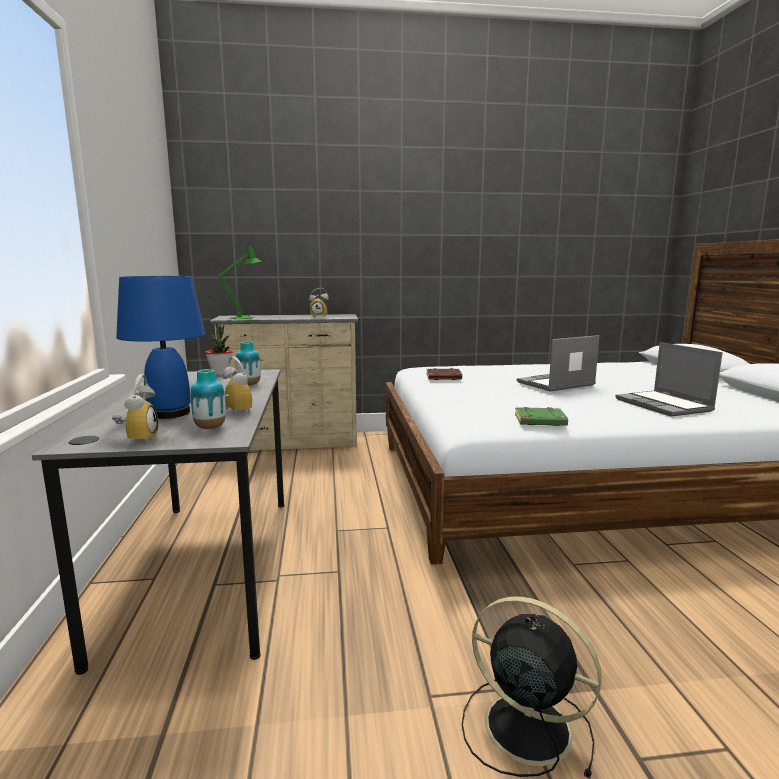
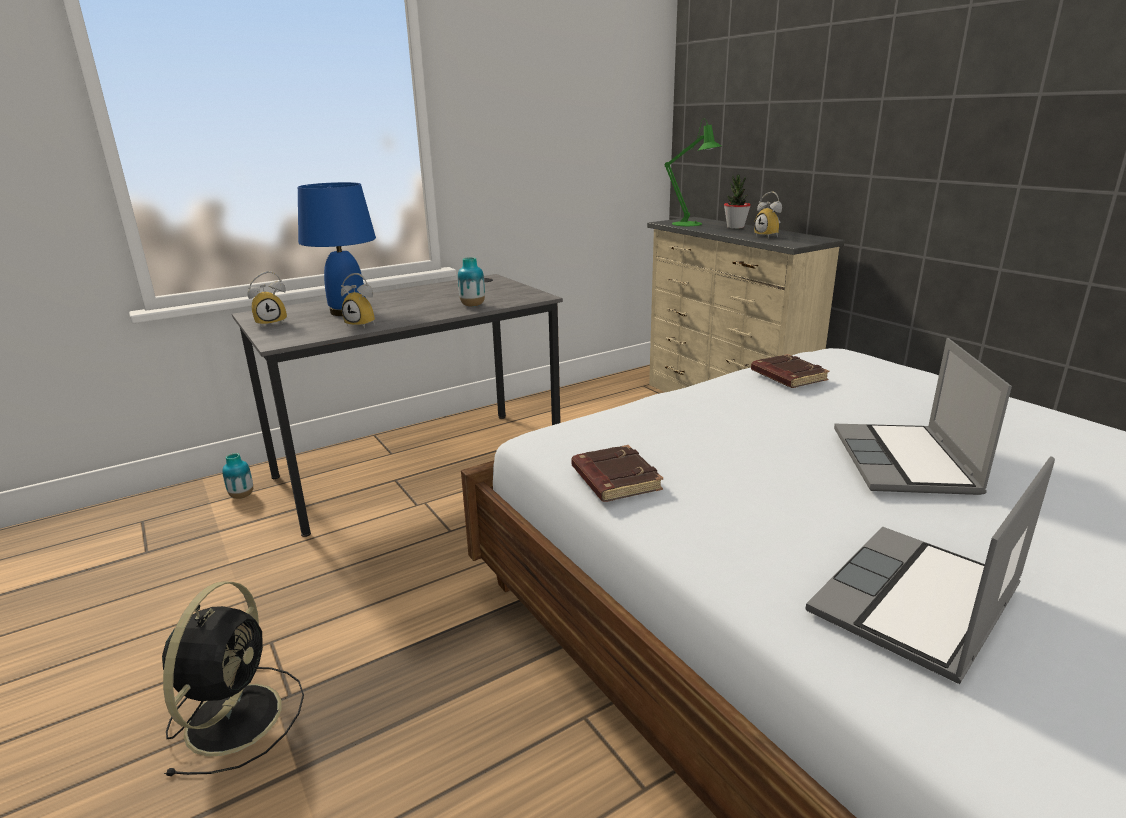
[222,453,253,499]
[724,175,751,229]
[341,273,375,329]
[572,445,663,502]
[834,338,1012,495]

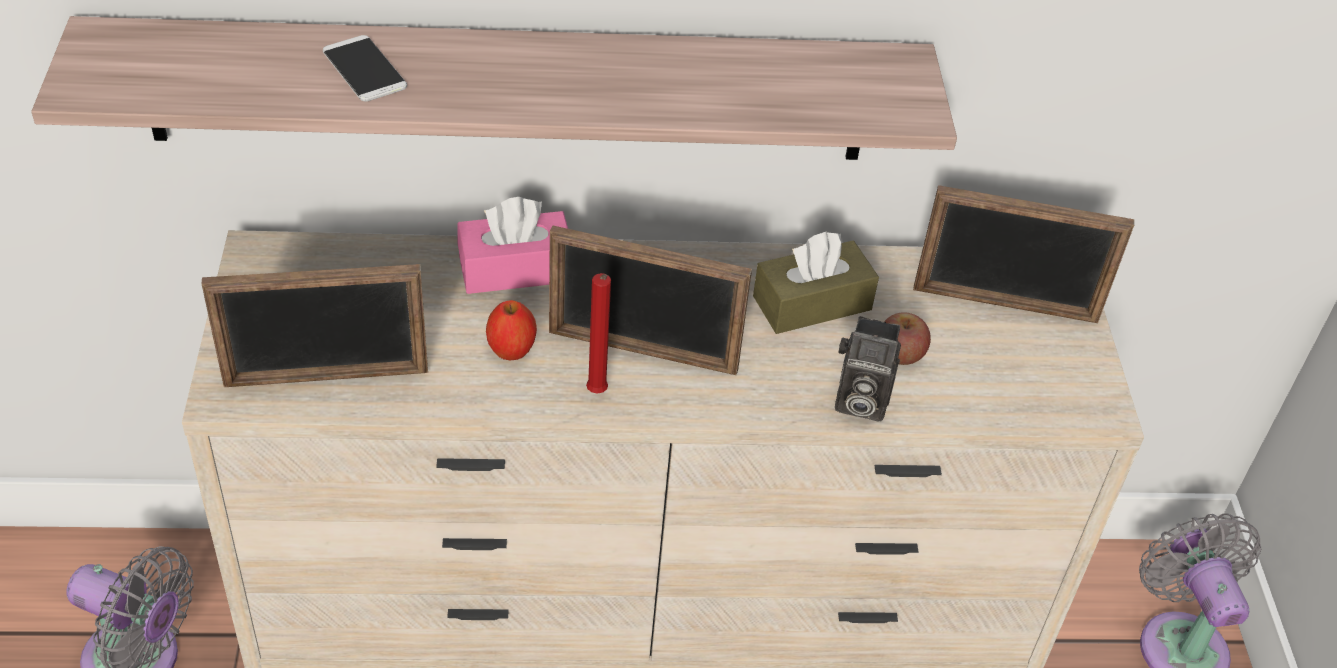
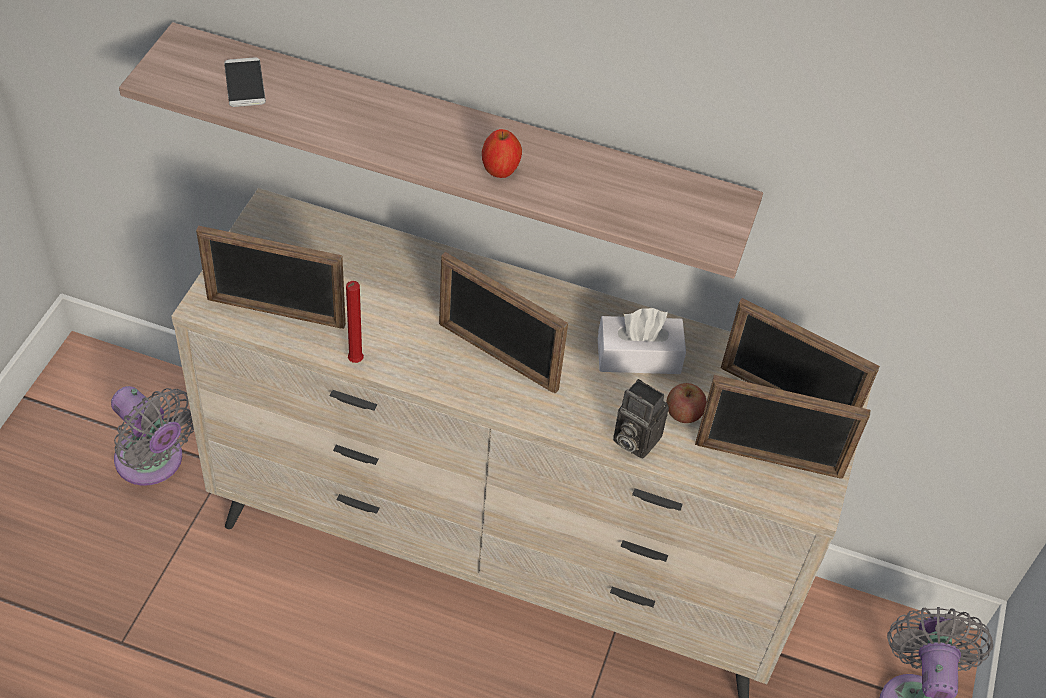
[224,57,266,107]
[458,197,568,294] (first image)
[482,129,522,178]
[346,281,364,363]
[598,308,686,374]
[695,375,871,479]

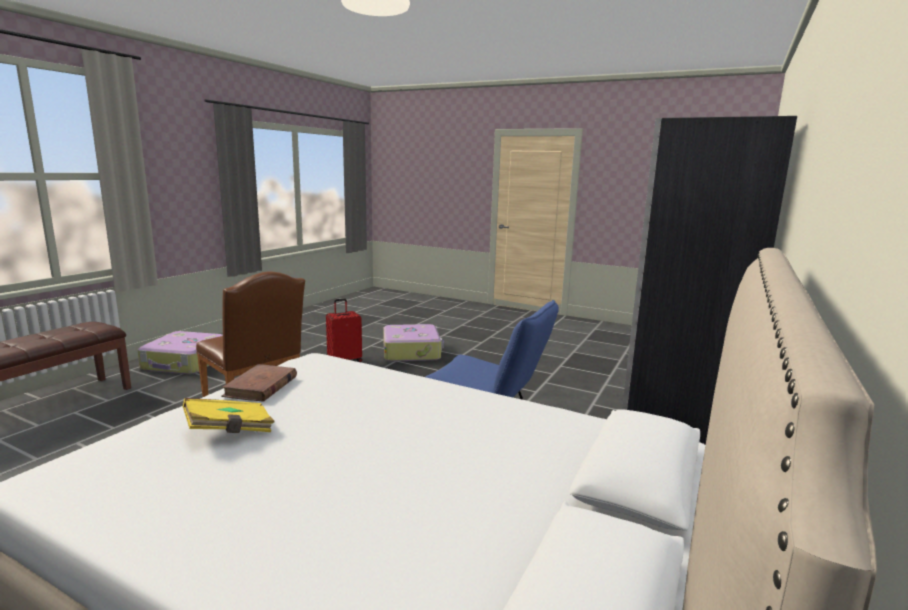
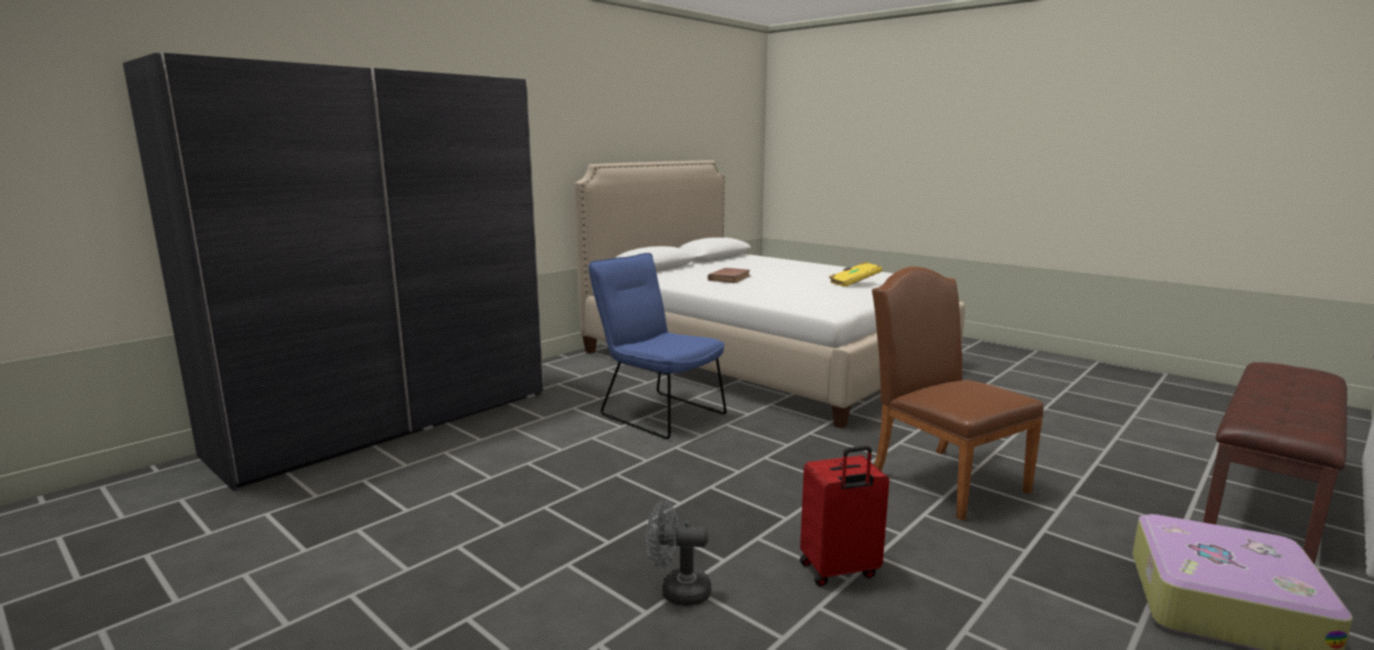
[708,268,751,283]
[646,501,711,606]

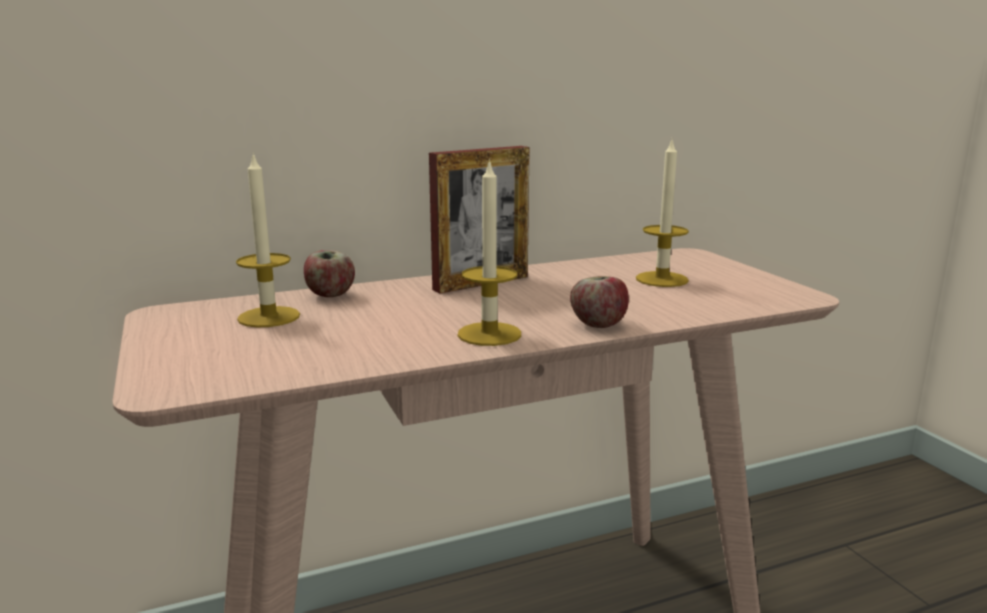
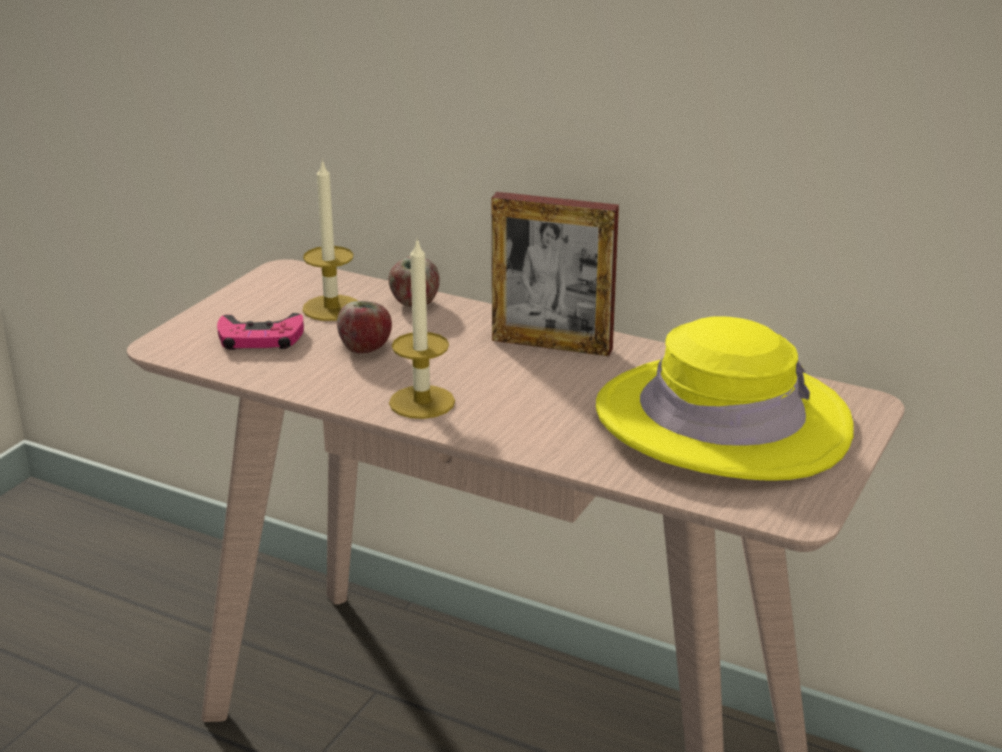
[337,301,392,354]
[596,316,854,481]
[217,313,304,350]

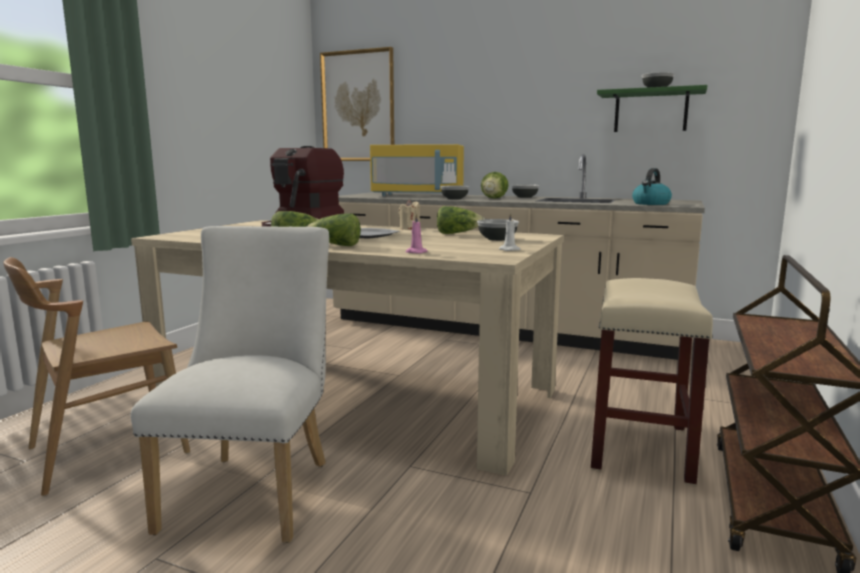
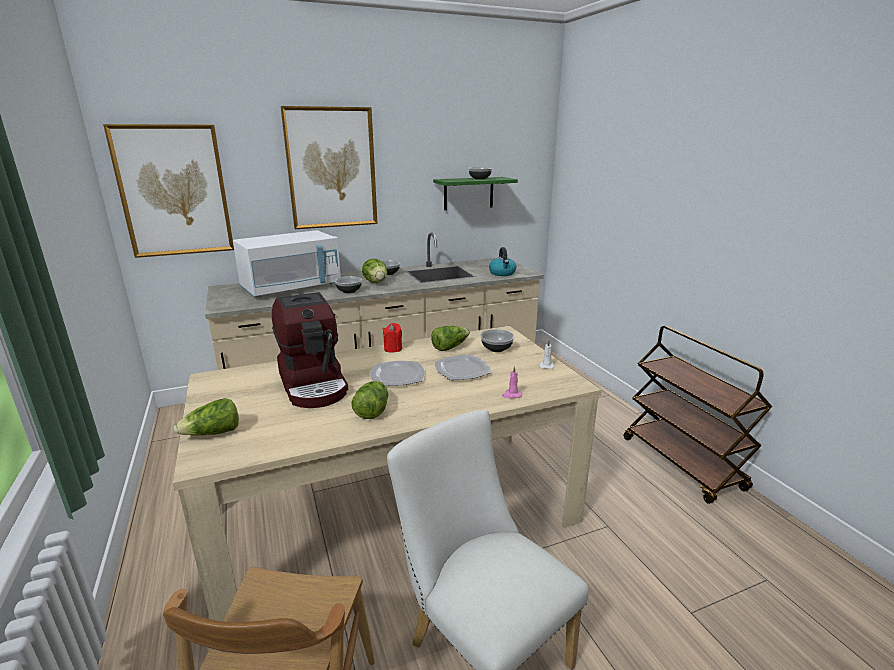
[173,398,239,436]
[233,230,341,297]
[383,323,402,353]
[591,278,713,486] (first image)
[281,106,378,229]
[434,355,492,380]

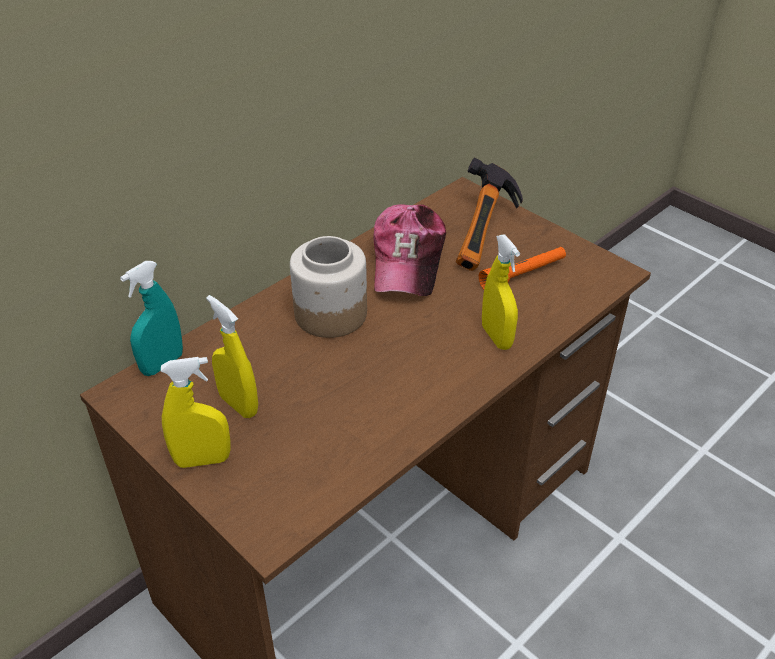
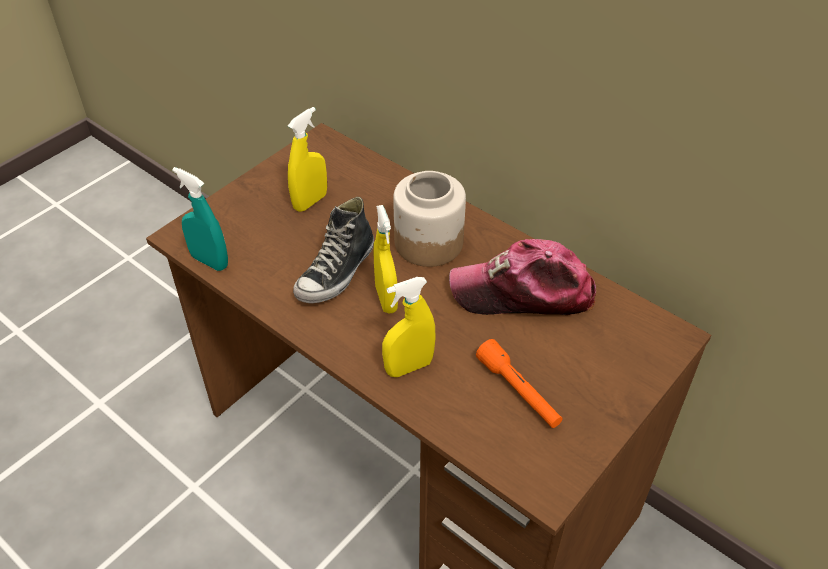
[172,167,228,271]
[374,205,398,314]
[456,157,523,271] (first image)
[293,197,374,304]

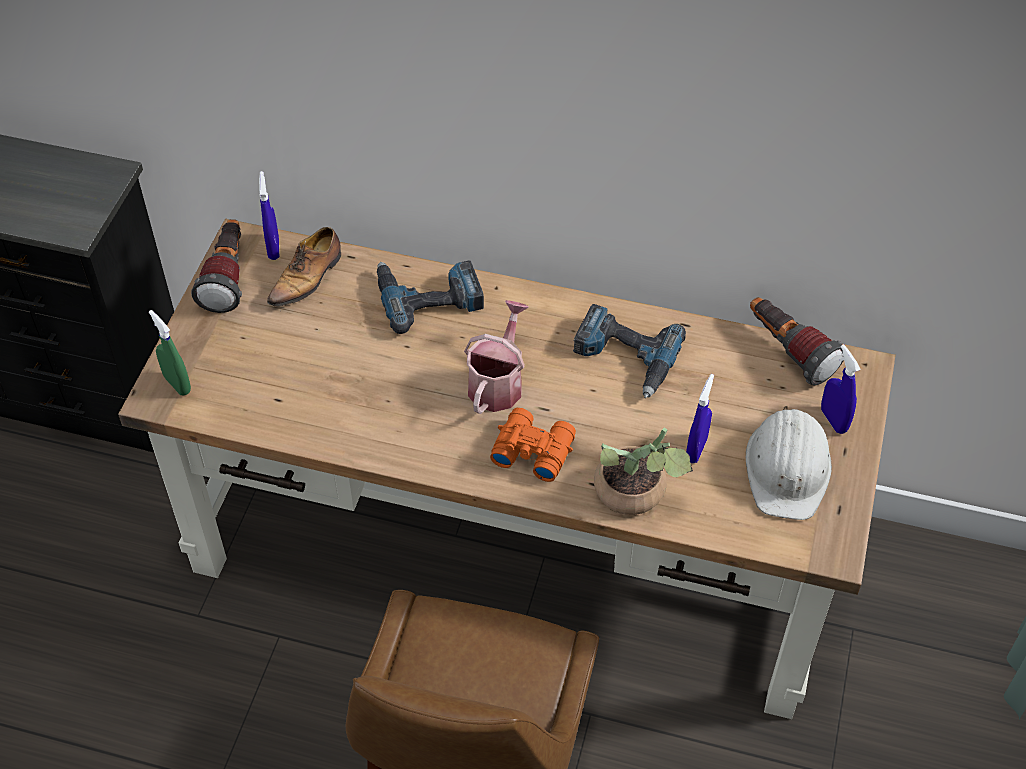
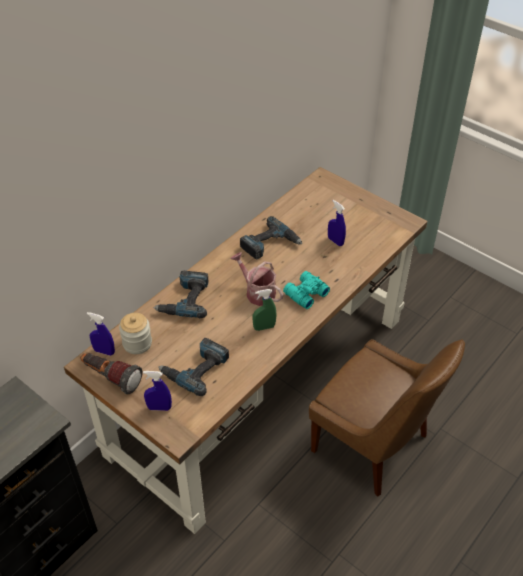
[252,289,277,331]
[119,313,152,354]
[283,271,330,309]
[594,427,693,515] (first image)
[746,406,832,520] (first image)
[750,297,844,386] (first image)
[143,371,172,411]
[158,338,229,396]

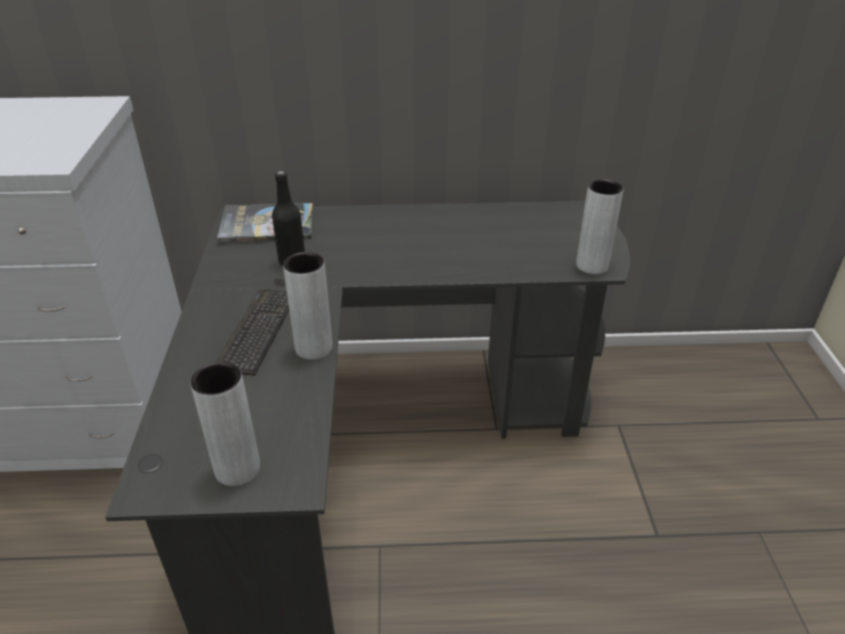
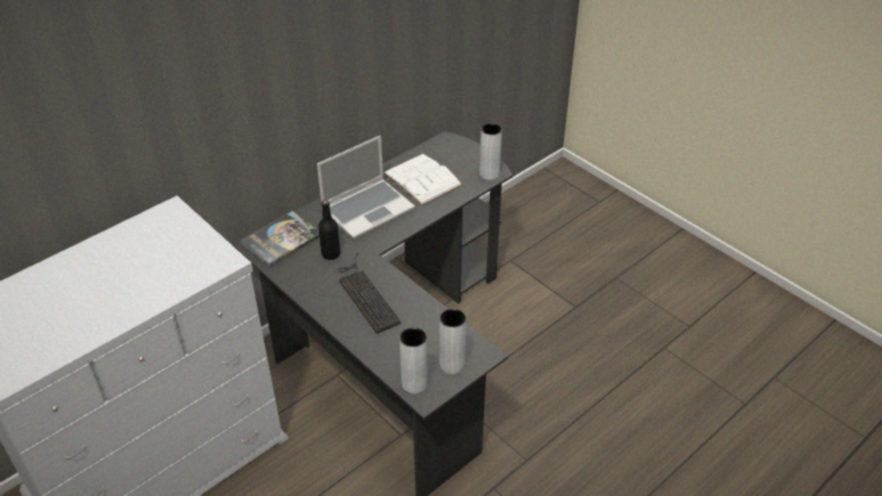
[400,327,428,394]
[317,135,415,239]
[383,154,463,206]

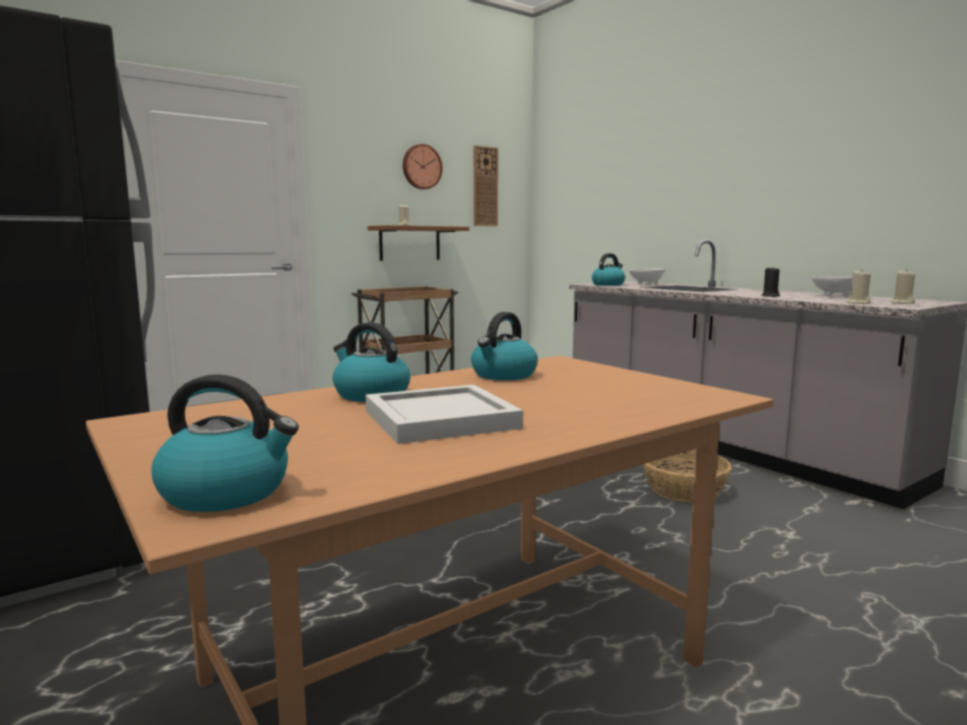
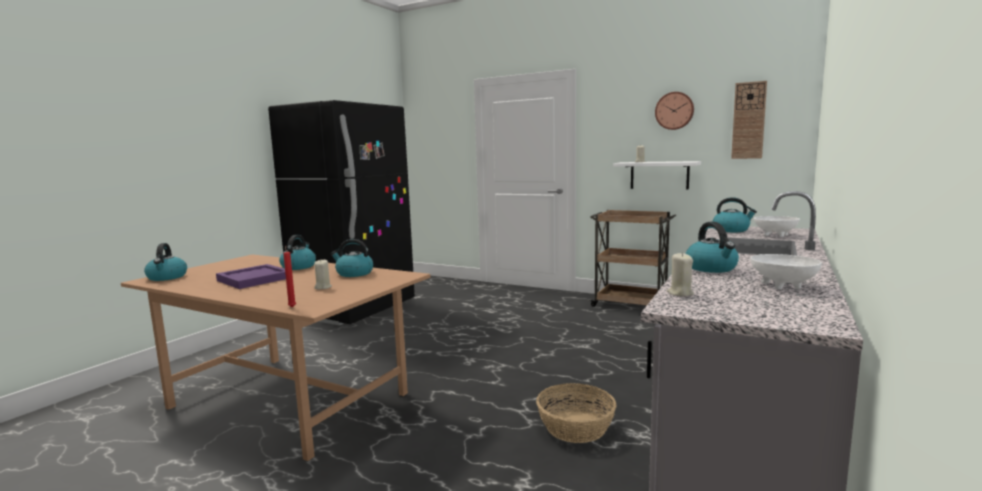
[216,264,286,289]
[613,161,701,189]
[685,222,739,273]
[314,259,332,290]
[283,245,296,307]

